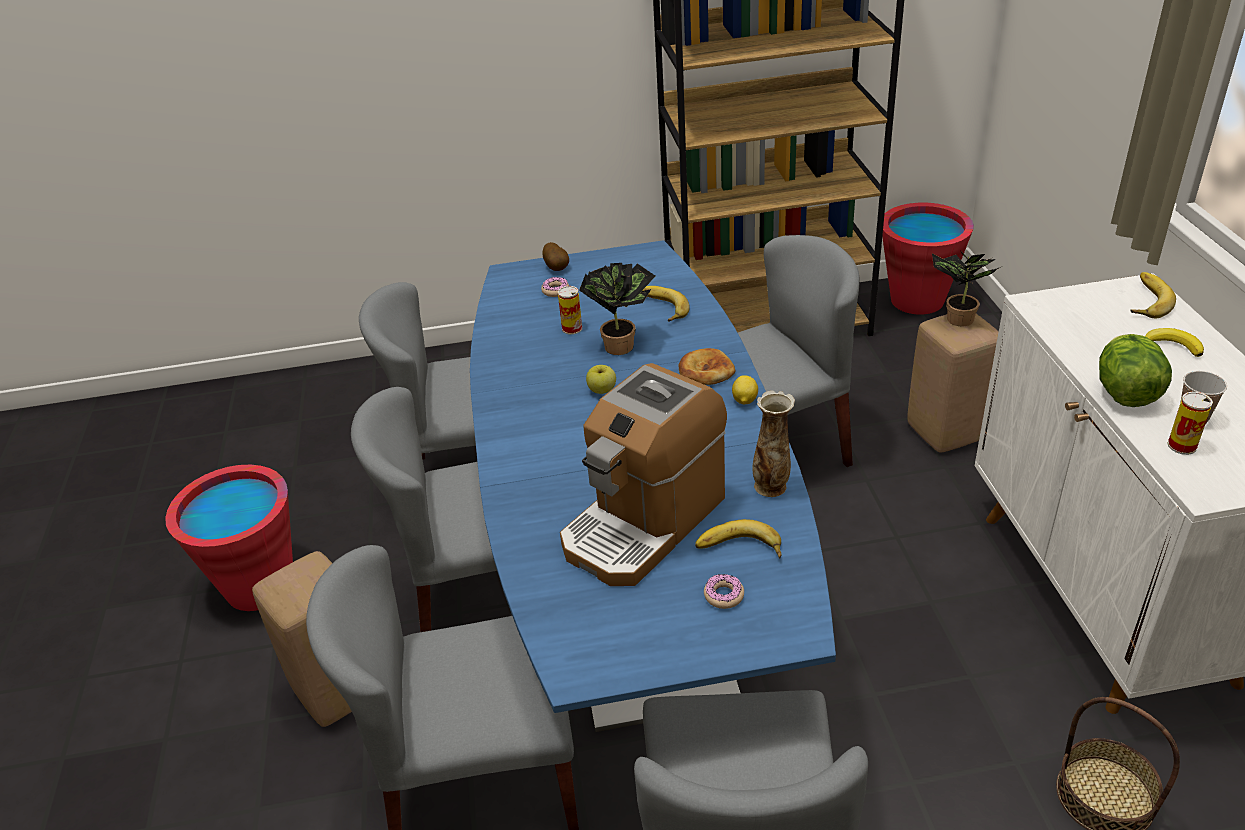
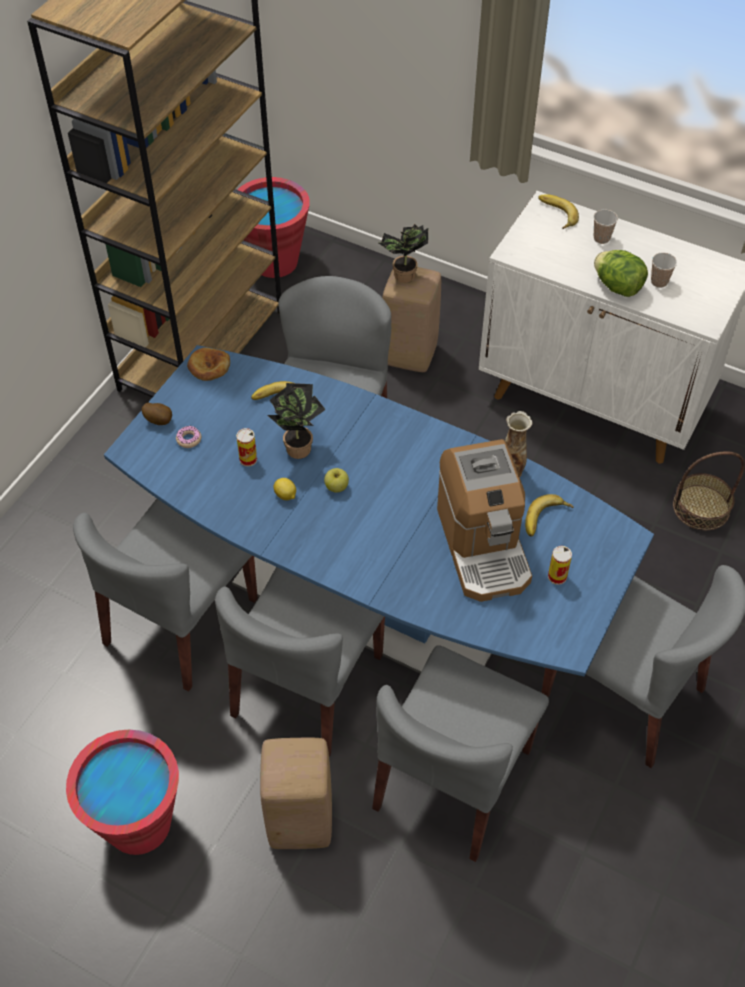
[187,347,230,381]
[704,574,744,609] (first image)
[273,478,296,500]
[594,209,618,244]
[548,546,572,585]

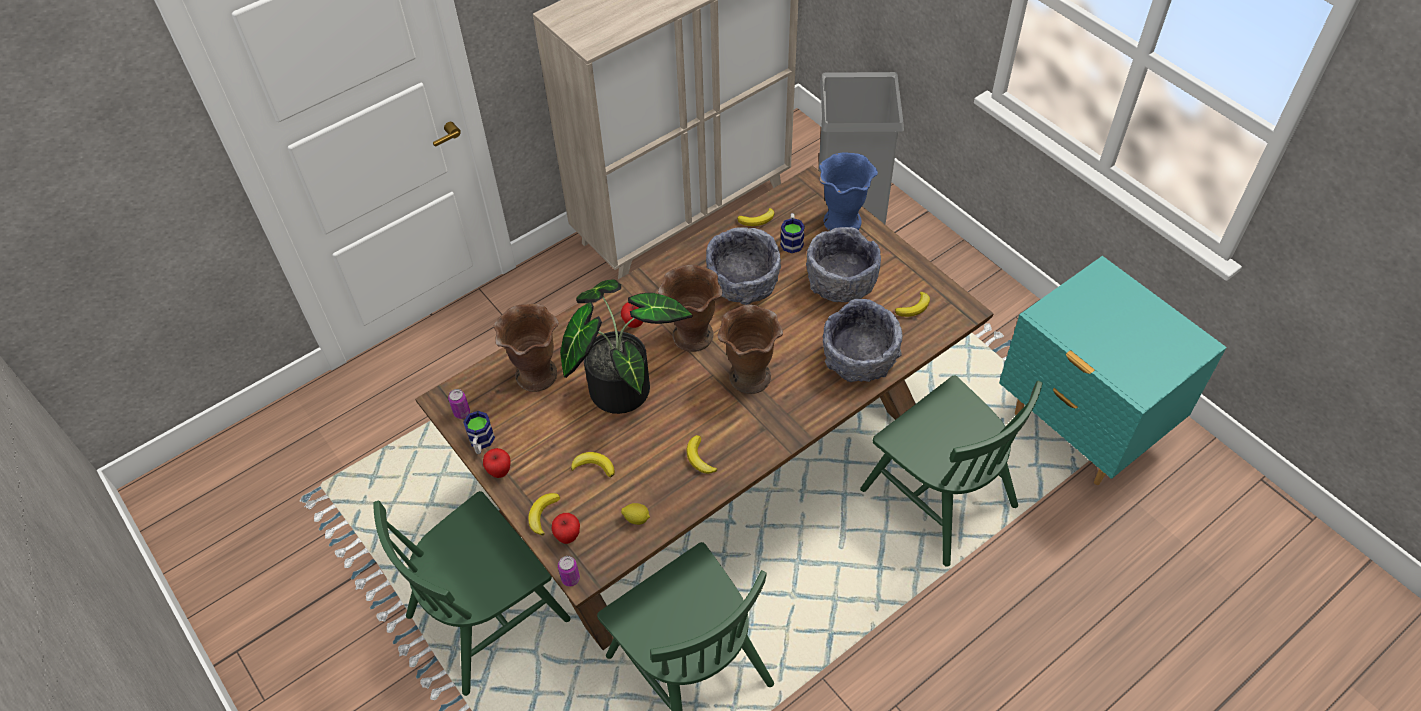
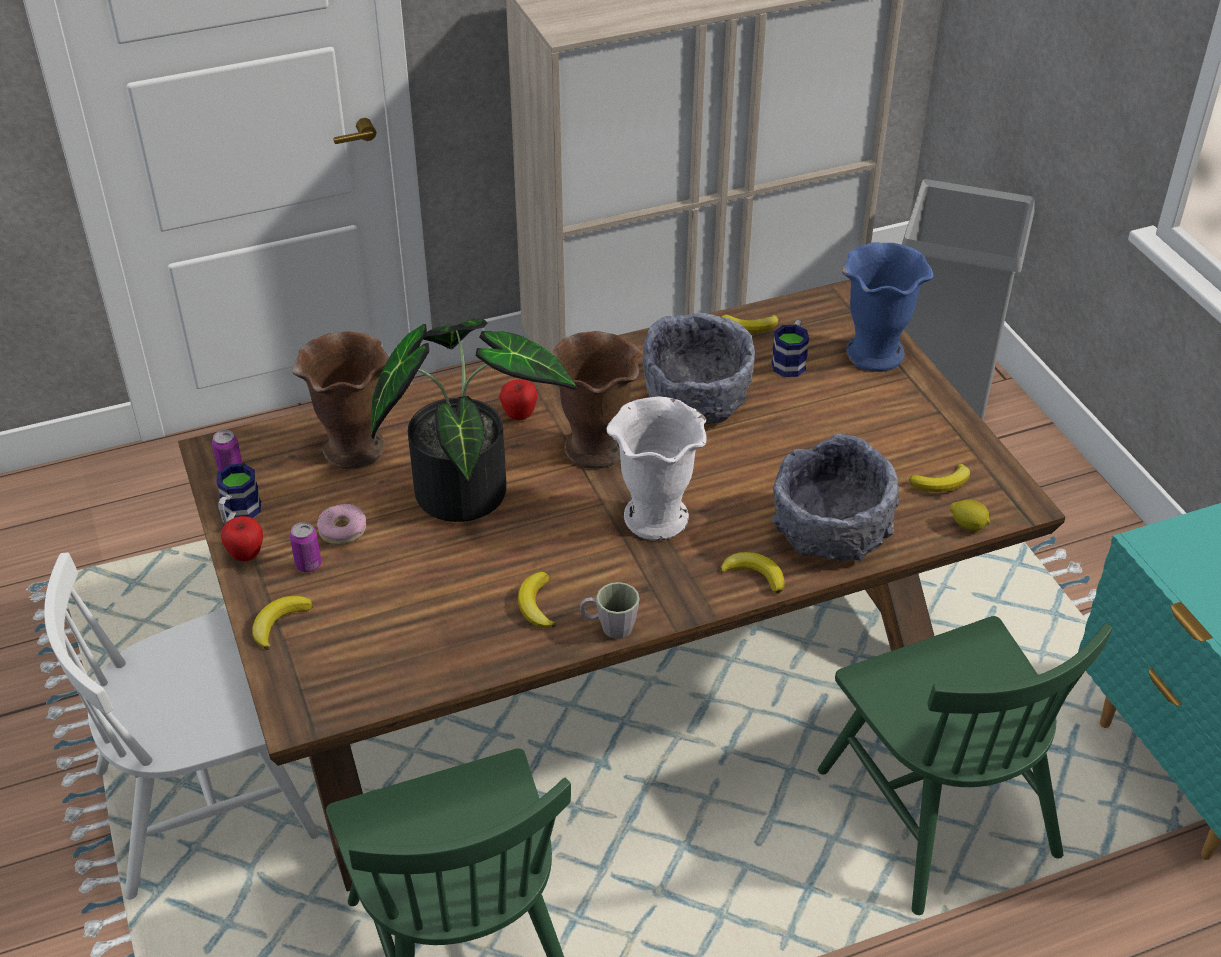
[44,553,319,899]
[552,513,580,544] (first image)
[290,522,321,573]
[720,552,785,594]
[950,499,990,531]
[607,396,707,540]
[806,227,881,302] (first image)
[317,504,366,545]
[580,582,639,639]

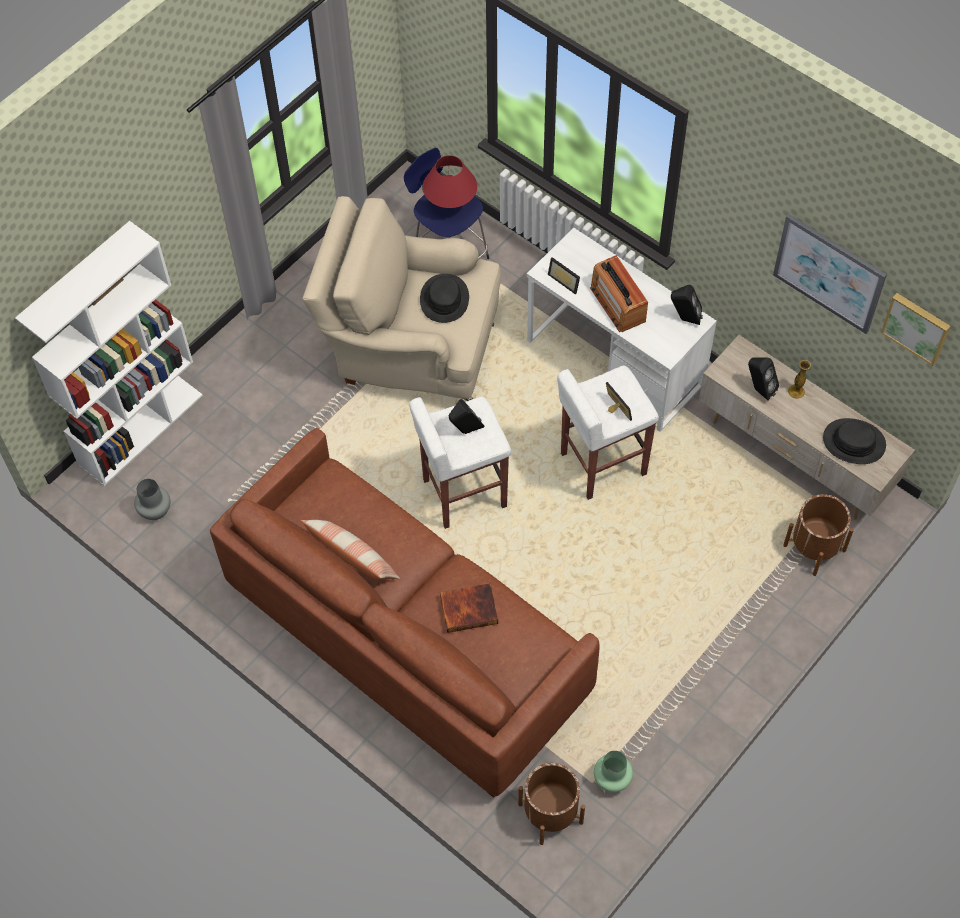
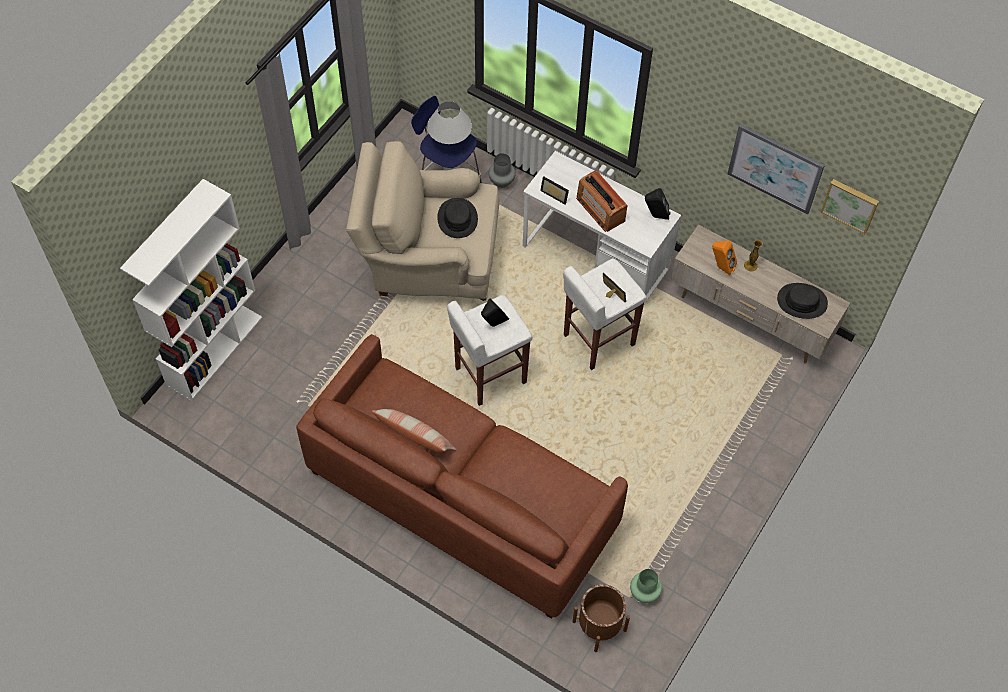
[489,154,516,188]
[427,101,472,144]
[440,583,498,633] (first image)
[712,241,737,275]
[783,494,854,576] (first image)

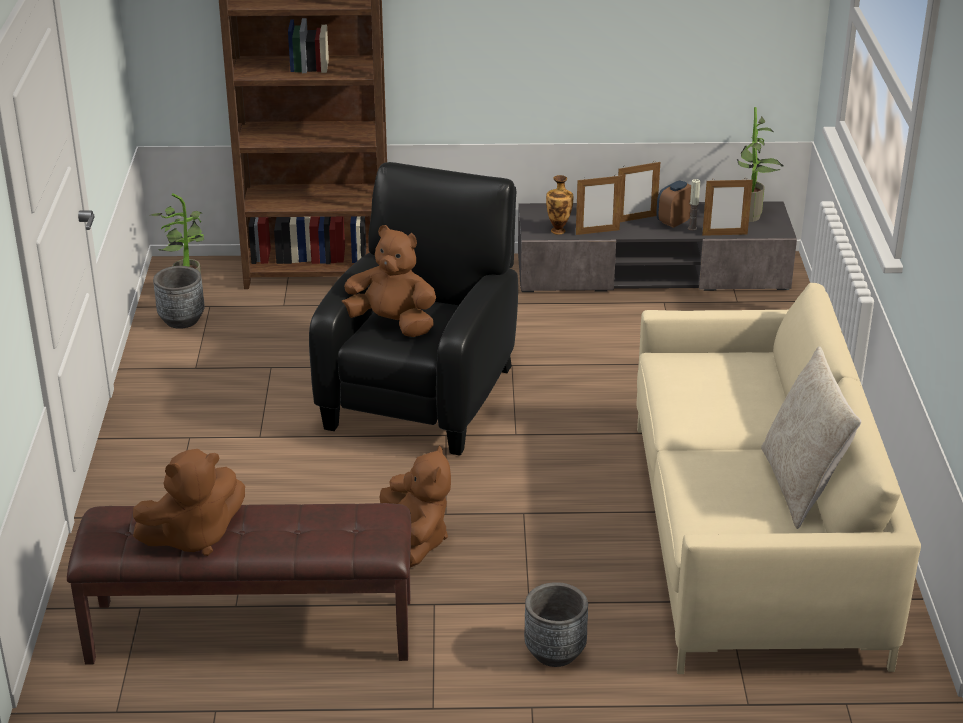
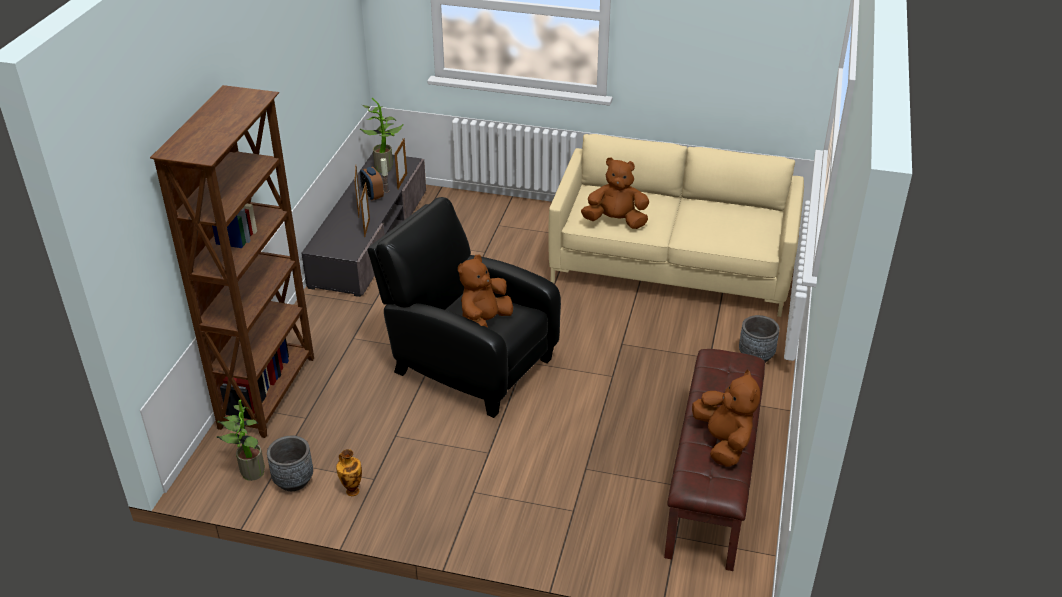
[581,157,649,229]
[336,449,362,496]
[761,346,861,529] (first image)

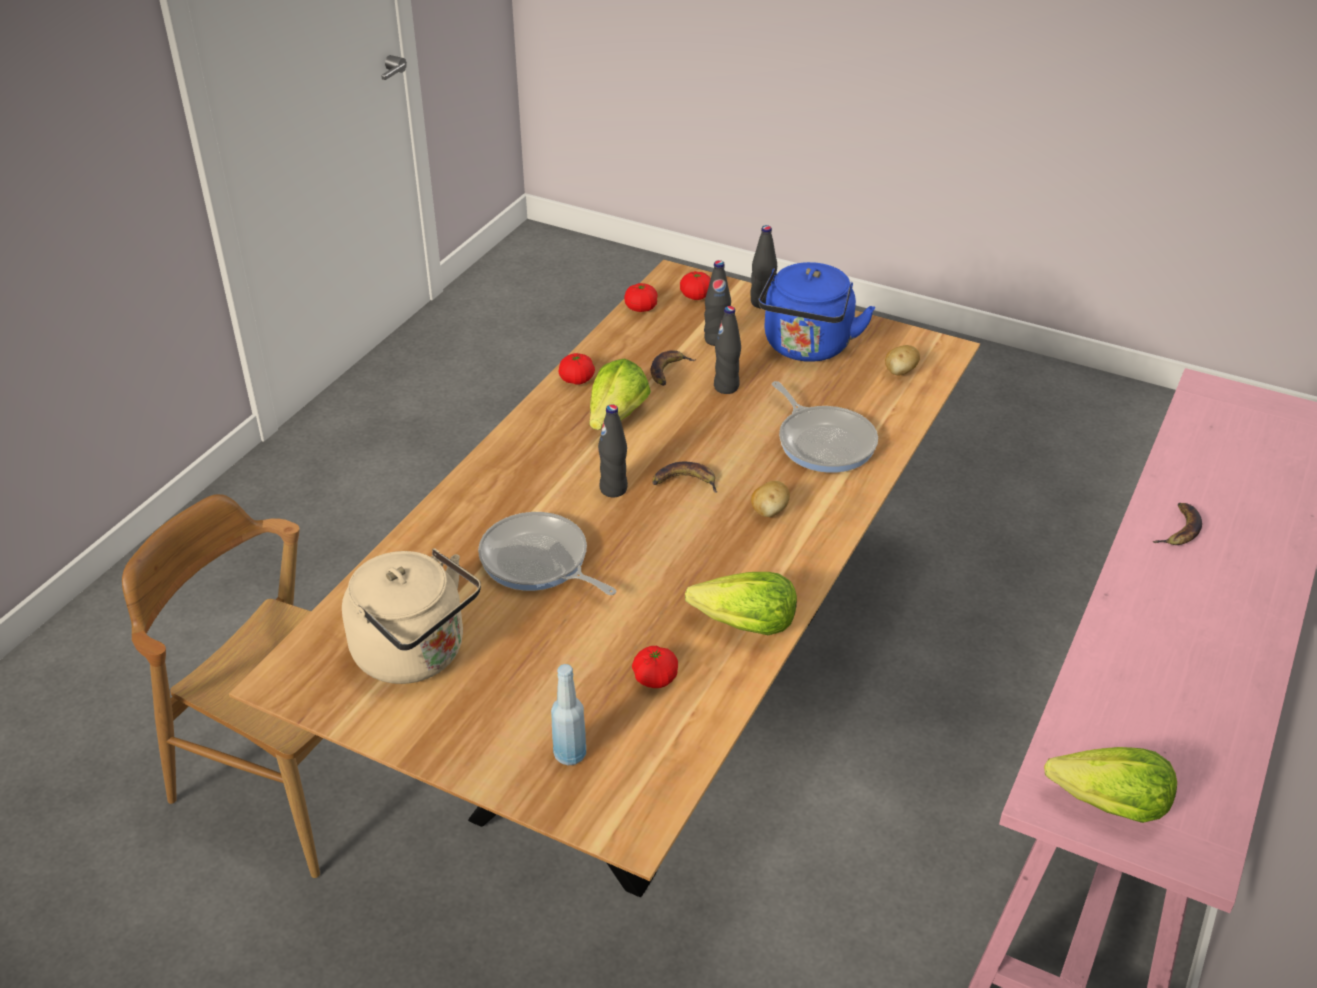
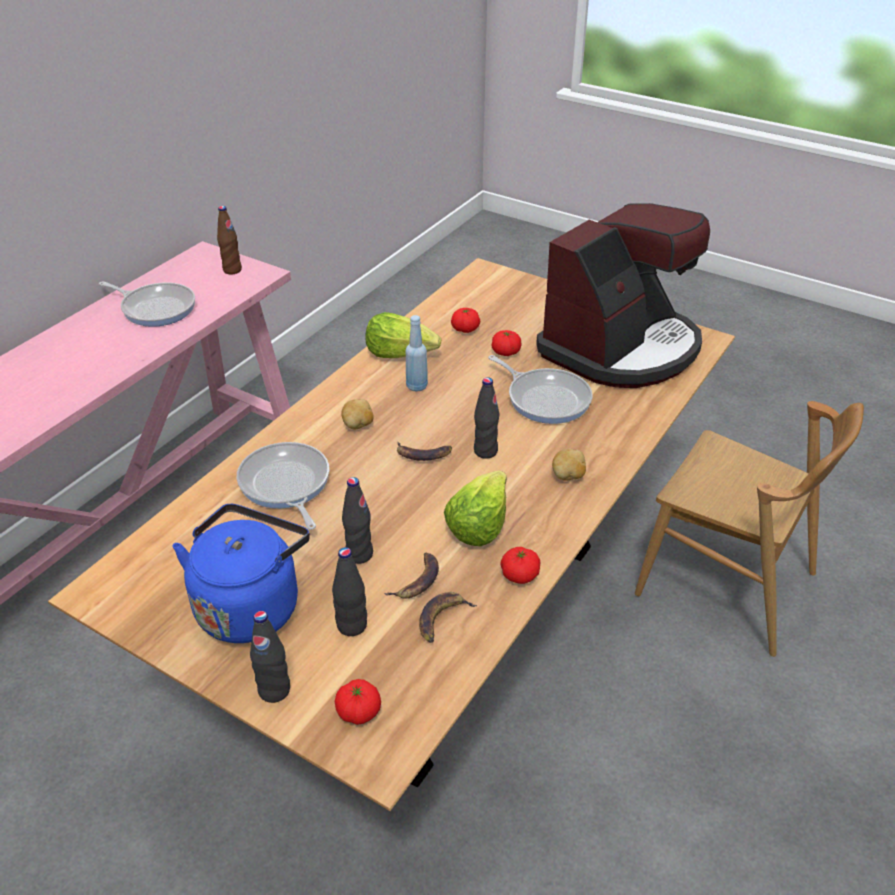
[536,203,710,388]
[405,315,428,392]
[492,330,522,356]
[552,449,586,481]
[217,206,242,275]
[419,592,477,643]
[99,282,195,327]

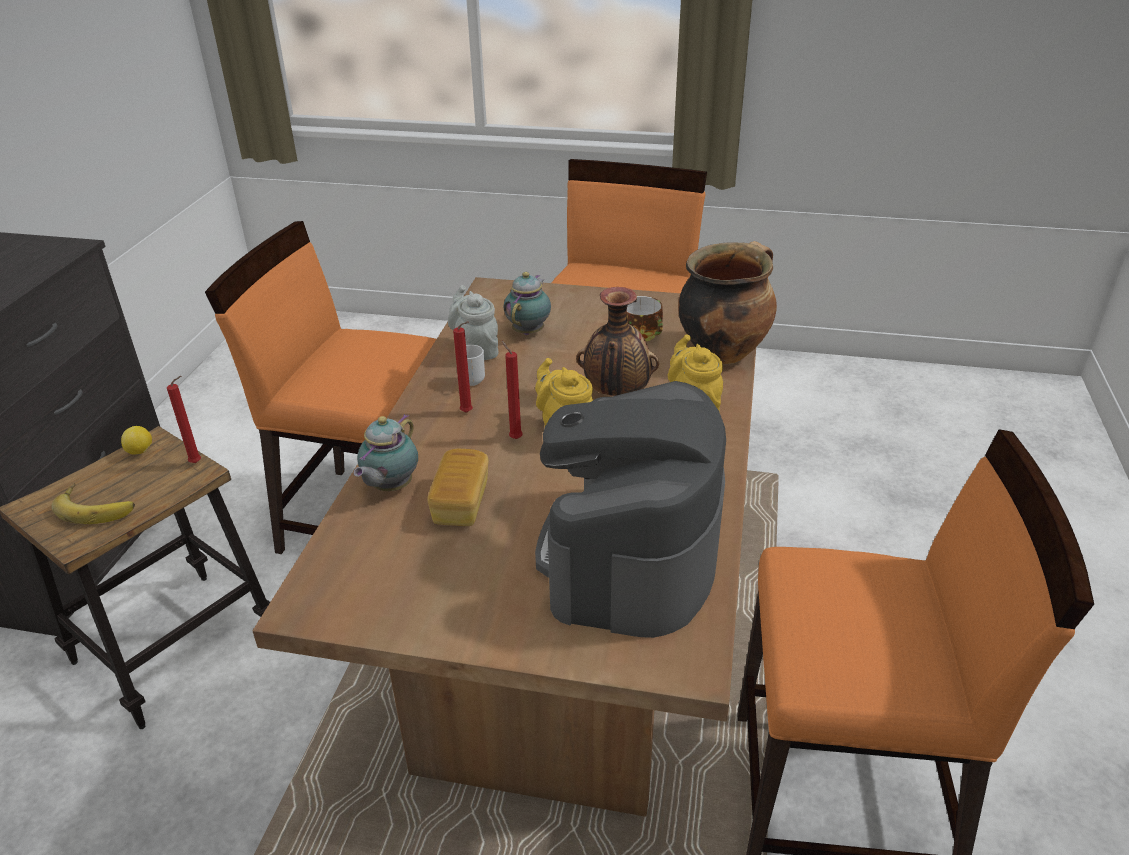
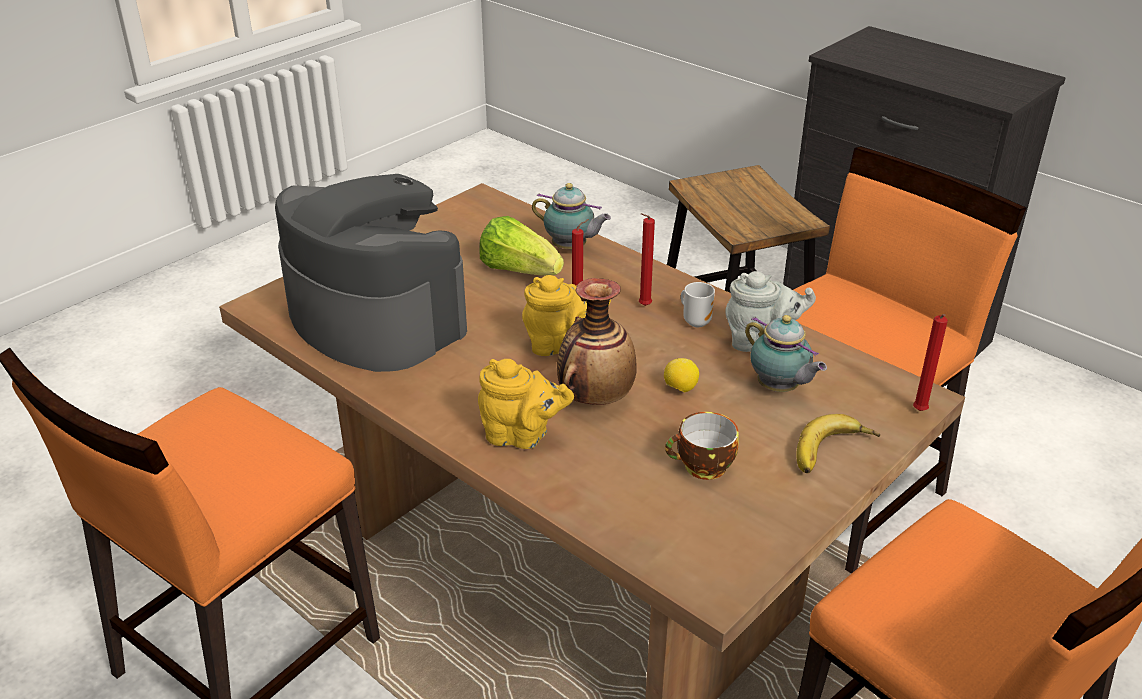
[796,414,880,473]
[664,358,699,392]
[913,314,948,411]
[532,183,611,249]
[480,216,564,276]
[678,241,777,364] (first image)

